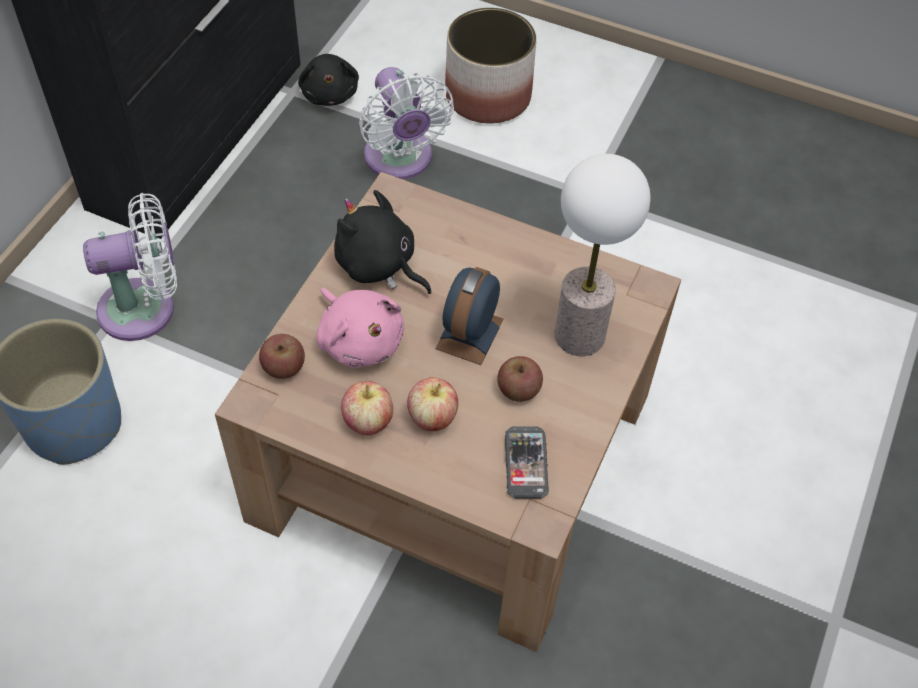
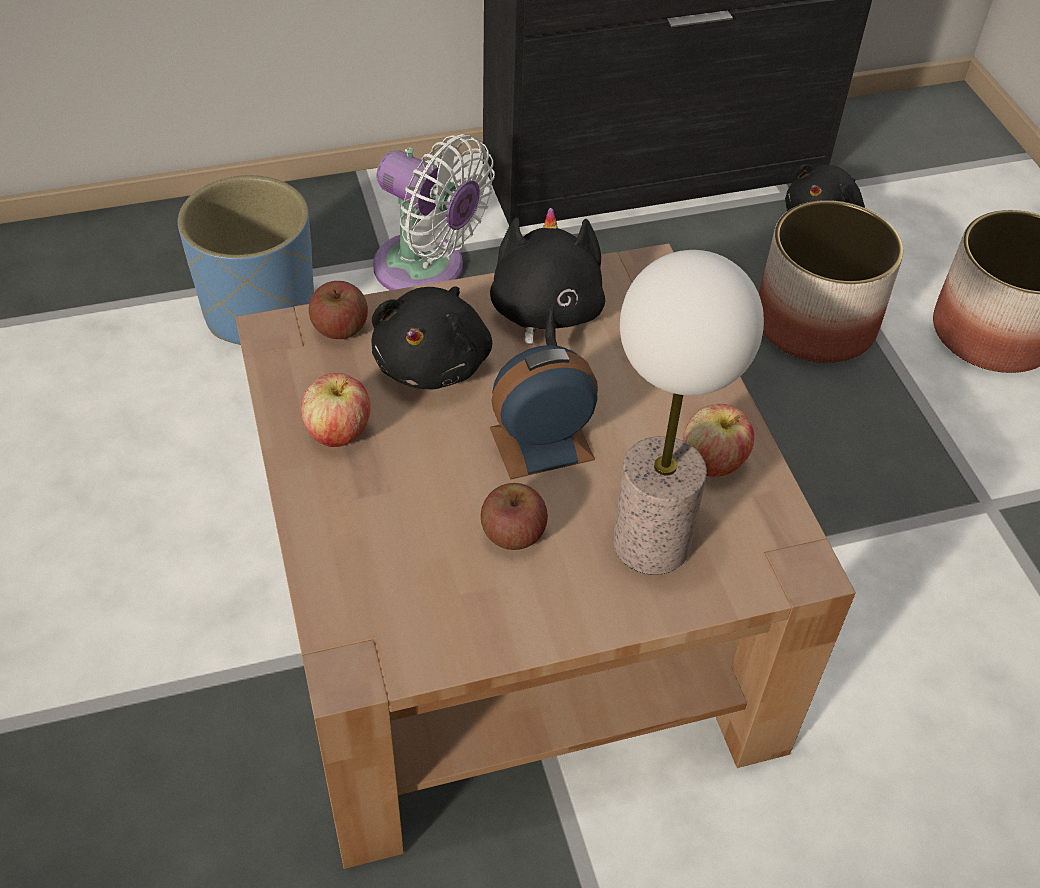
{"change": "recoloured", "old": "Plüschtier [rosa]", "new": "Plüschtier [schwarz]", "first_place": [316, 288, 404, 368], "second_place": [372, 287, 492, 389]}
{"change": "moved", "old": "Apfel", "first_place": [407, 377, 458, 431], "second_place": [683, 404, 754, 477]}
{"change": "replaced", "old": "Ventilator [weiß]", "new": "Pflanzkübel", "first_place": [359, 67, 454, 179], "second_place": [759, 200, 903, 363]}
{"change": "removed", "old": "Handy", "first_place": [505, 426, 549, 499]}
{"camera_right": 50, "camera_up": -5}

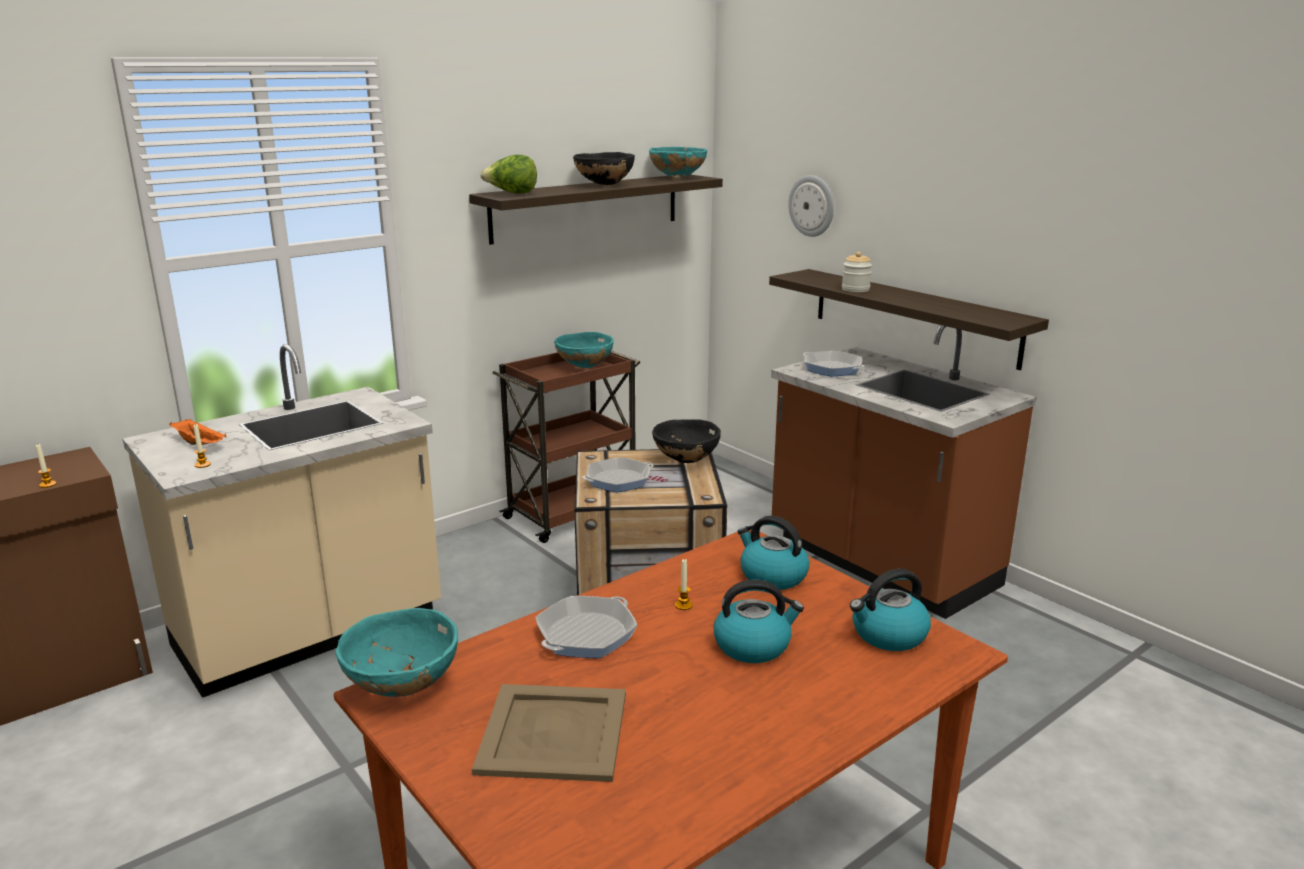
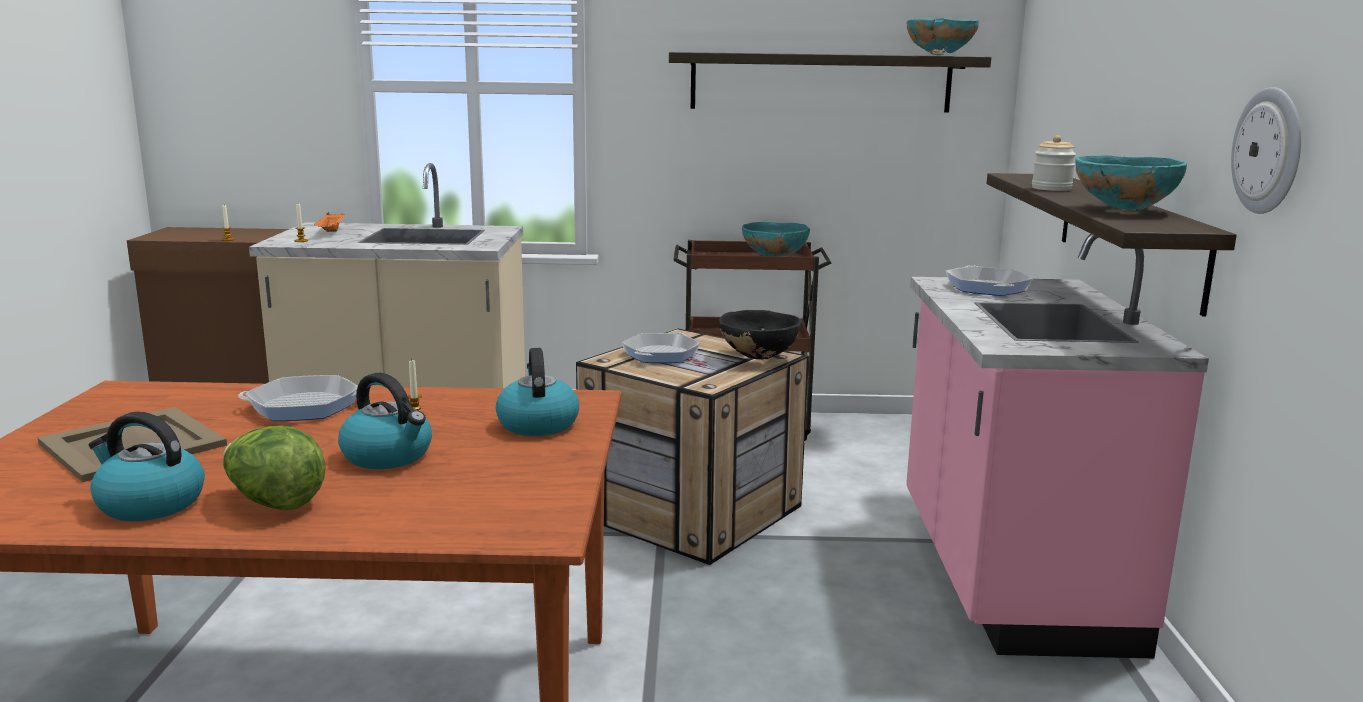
{"change": "moved", "old": "Wasserkessel", "first_place": [850, 569, 931, 651], "second_place": [89, 412, 205, 521]}
{"change": "moved", "old": "Salatkopf", "first_place": [480, 155, 537, 194], "second_place": [223, 426, 325, 510]}
{"change": "turned", "old": "Pfanne", "first_place": [583, 457, 654, 492], "second_place": [622, 333, 700, 363], "degrees": 105}
{"change": "recoloured", "old": "Küchenzeile [braun]", "new": "Küchenzeile [rosa]", "first_place": [771, 325, 1037, 619], "second_place": [906, 234, 1209, 659]}
{"change": "moved", "old": "Schüssel [türkis]", "first_place": [335, 608, 458, 697], "second_place": [1075, 155, 1187, 211]}
{"change": "moved", "old": "Wanduhr", "first_place": [788, 175, 834, 237], "second_place": [1231, 87, 1301, 214]}
{"change": "removed", "old": "Schüssel [schwarz]", "first_place": [573, 152, 635, 186]}
{"camera_right": 40, "camera_up": -5}

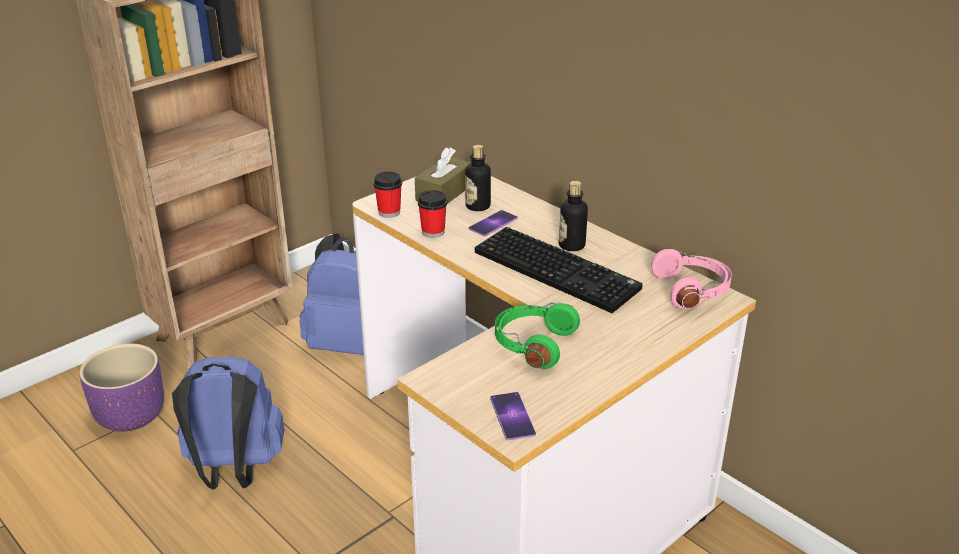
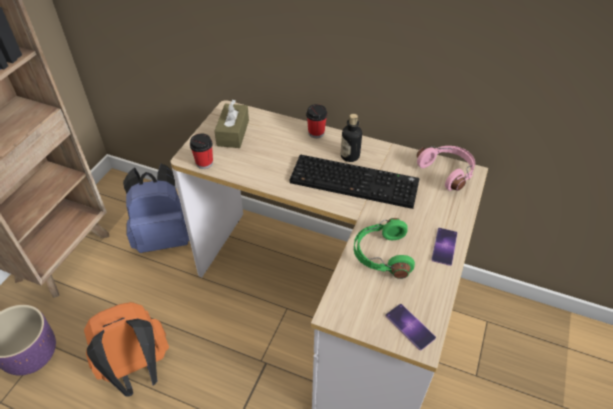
{"change": "recoloured", "old": "Rucksack [blau]", "new": "Rucksack [orange]", "first_place": [172, 357, 284, 490], "second_place": [84, 302, 169, 397]}
{"change": "moved", "old": "Tasse", "first_place": [418, 190, 447, 238], "second_place": [306, 104, 327, 138]}
{"change": "moved", "old": "Handy", "first_place": [468, 210, 517, 236], "second_place": [431, 228, 457, 266]}
{"change": "removed", "old": "Flasche", "first_place": [465, 145, 491, 211]}
{"camera_right": -25, "camera_up": 15}

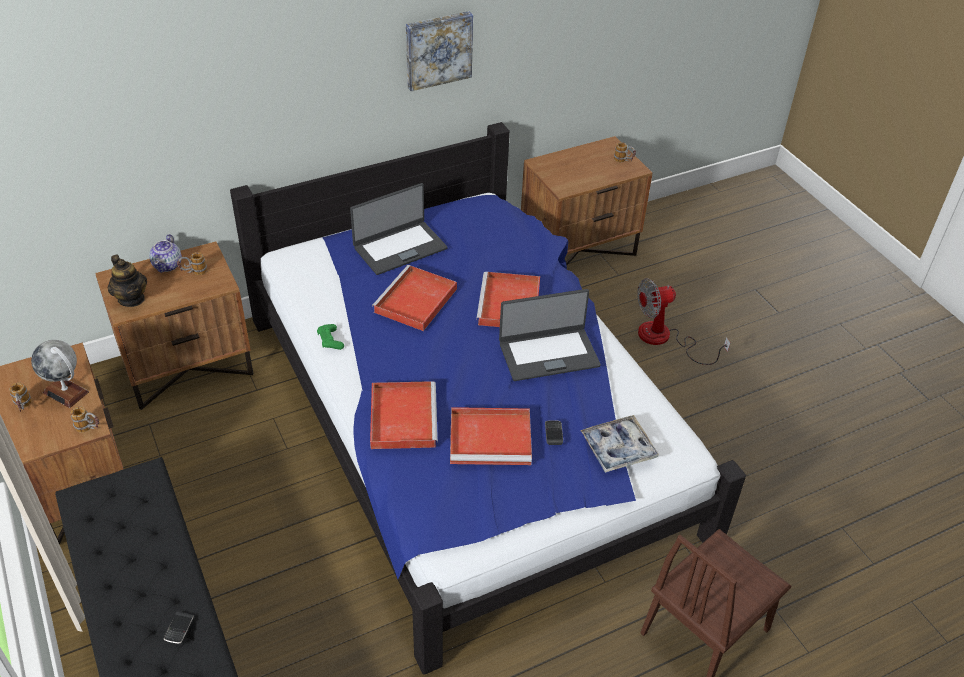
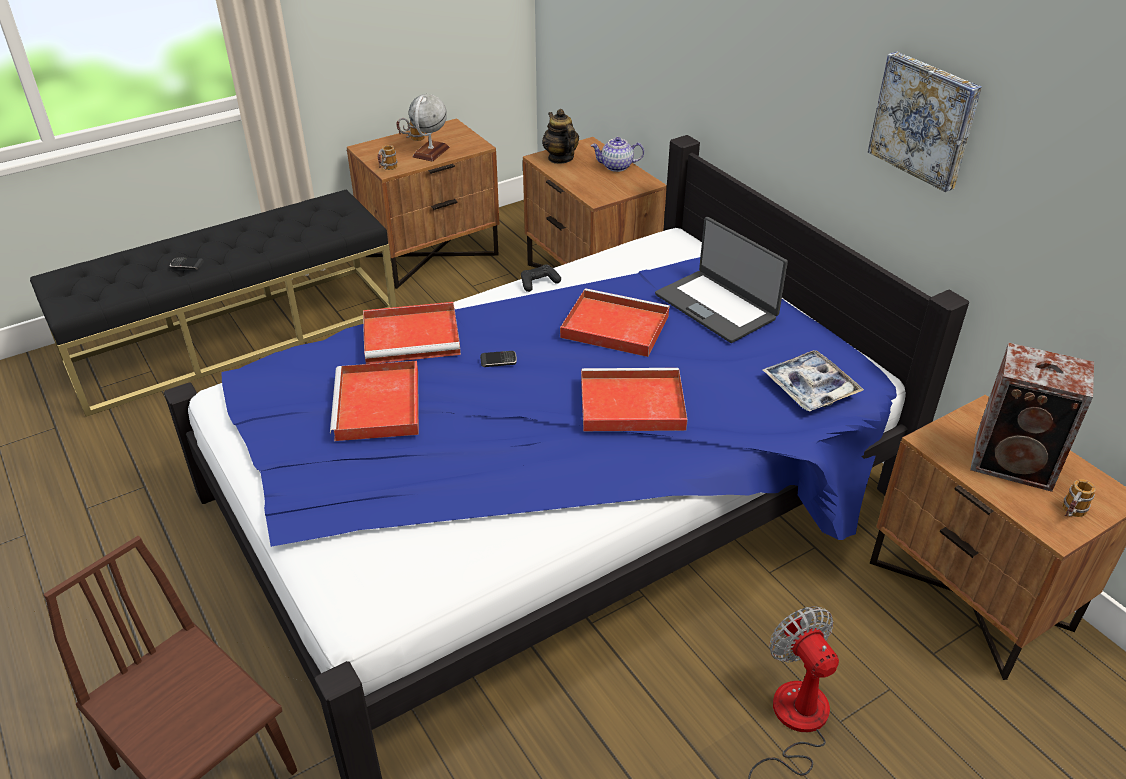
{"change": "moved", "old": "Handy", "first_place": [545, 420, 563, 445], "second_place": [480, 351, 517, 367]}
{"change": "recoloured", "old": "Gamepad [grün]", "new": "Gamepad [schwarz]", "first_place": [317, 324, 344, 350], "second_place": [521, 265, 561, 292]}
{"change": "turned", "old": "Teekanne", "first_place": [108, 255, 147, 307], "second_place": [542, 109, 579, 164], "degrees": 105}
{"change": "moved", "old": "Tablett", "first_place": [580, 415, 659, 473], "second_place": [762, 350, 864, 411]}
{"change": "added", "new": "Lautsprecher", "second_place": [970, 343, 1094, 492]}
{"change": "removed", "old": "Henkelbecher", "first_place": [177, 252, 207, 275]}
{"change": "removed", "old": "Laptop", "first_place": [499, 289, 601, 381]}
{"camera_right": 85, "camera_up": -5}

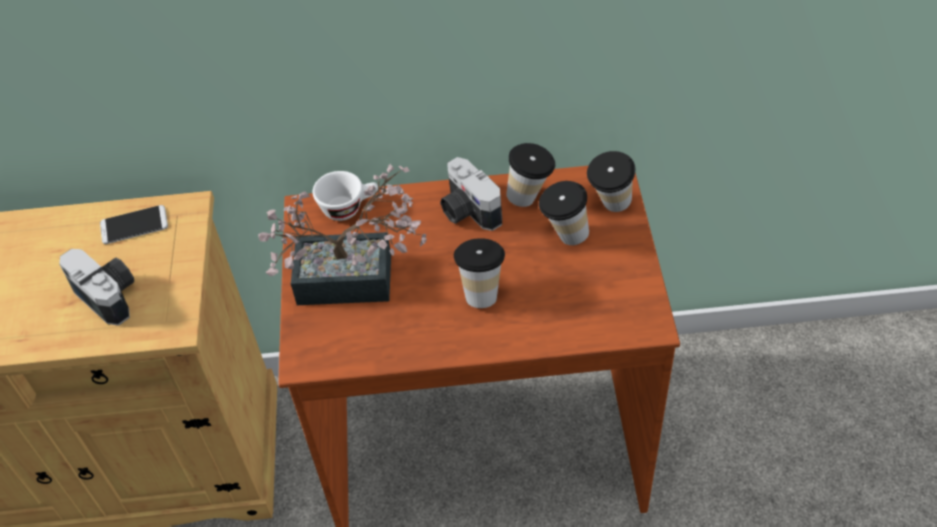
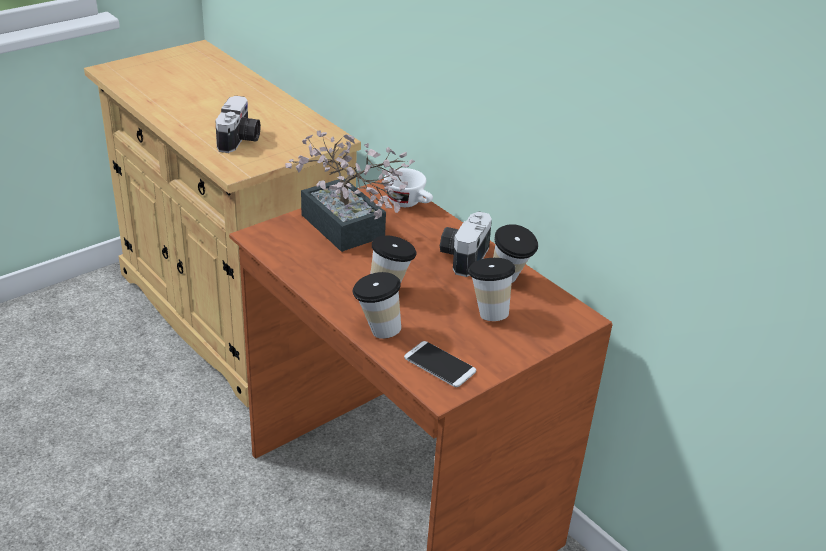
{"change": "moved", "old": "Tasse", "first_place": [587, 151, 635, 212], "second_place": [353, 272, 401, 339]}
{"change": "moved", "old": "Handy", "first_place": [100, 205, 168, 244], "second_place": [404, 341, 476, 387]}
{"camera_right": 50, "camera_up": -15}

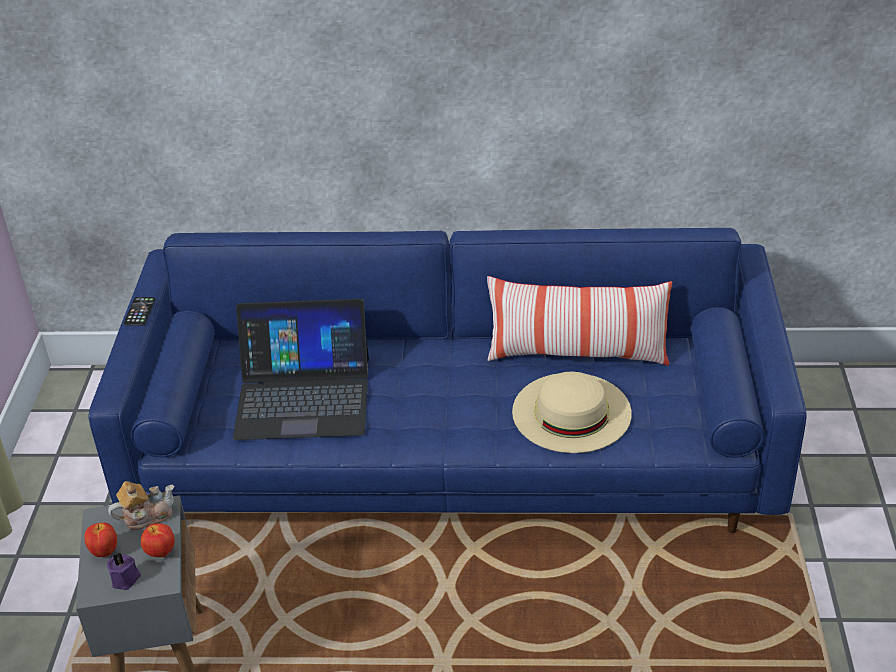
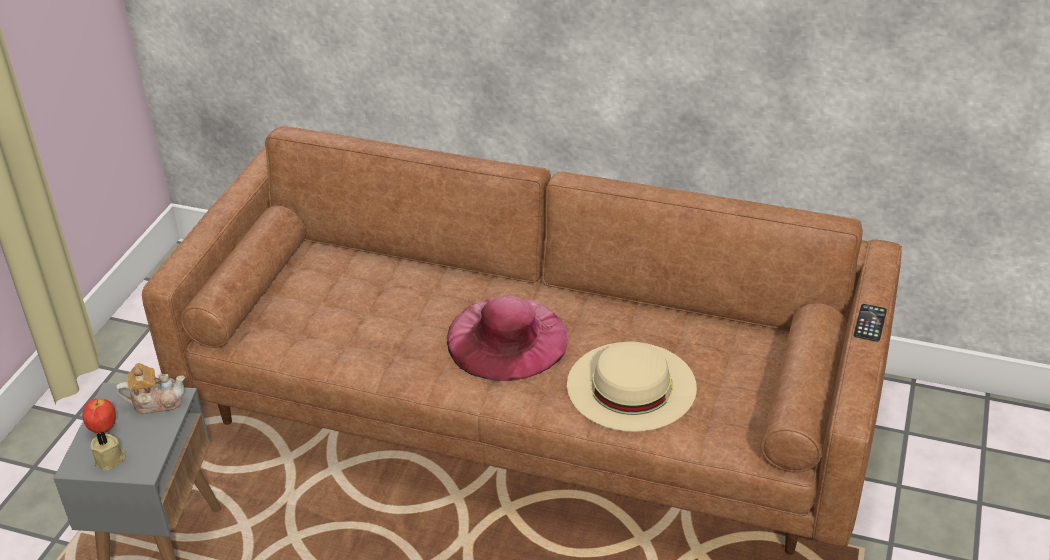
{"change": "recoloured", "old": "Kerze [lila]", "new": "Kerze [beige]", "first_place": [107, 553, 141, 590], "second_place": [90, 432, 126, 471]}
{"change": "recoloured", "old": "Sofa [blau]", "new": "Sofa [braun]", "first_place": [89, 228, 806, 533], "second_place": [142, 126, 902, 555]}
{"change": "added", "new": "Hut [rosa]", "second_place": [447, 296, 568, 381]}
{"change": "moved", "old": "Handy", "first_place": [124, 297, 156, 326], "second_place": [854, 304, 887, 342]}
{"change": "removed", "old": "Apfel", "first_place": [141, 523, 175, 557]}
{"change": "removed", "old": "Laptop", "first_place": [233, 299, 369, 440]}
{"change": "removed", "old": "Kissen", "first_place": [487, 276, 672, 366]}
{"camera_right": 15, "camera_up": 0}

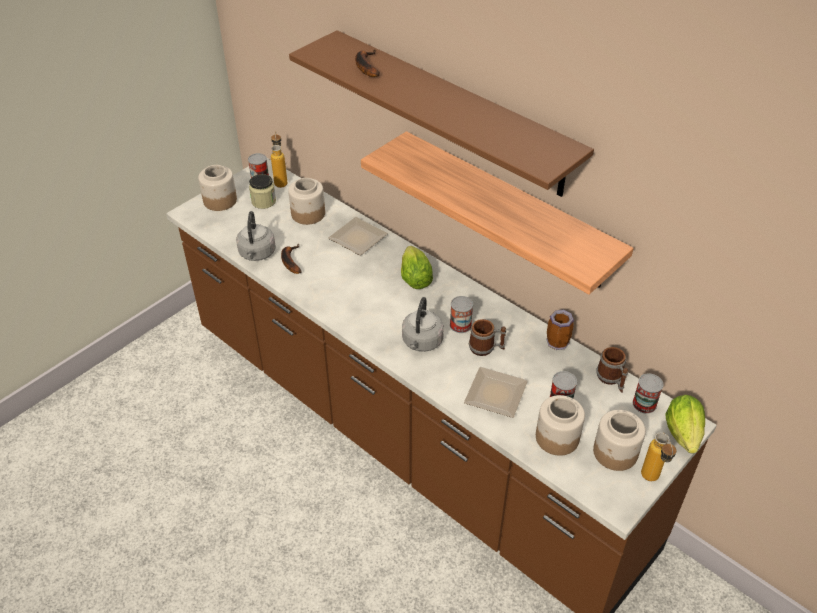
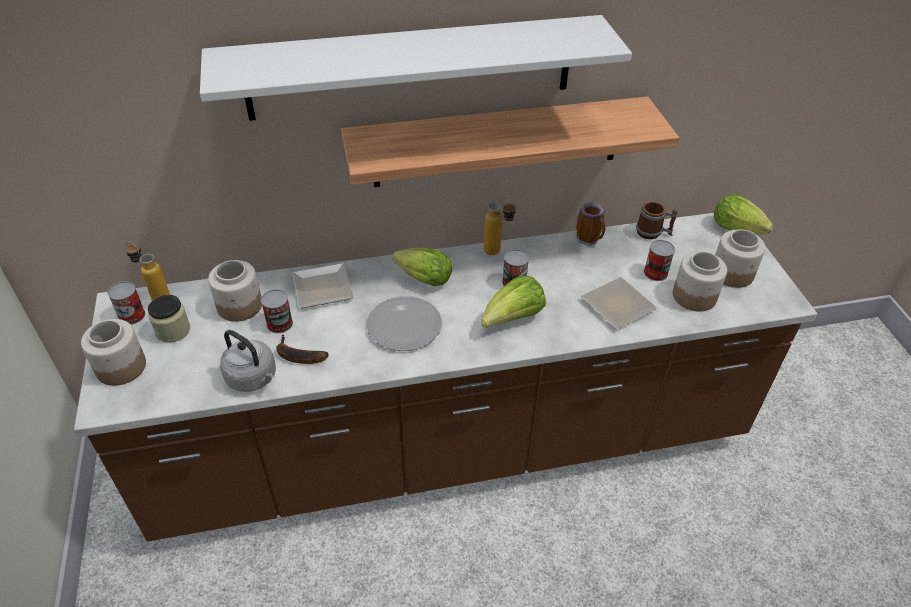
{"change": "recoloured", "old": "Wandregal [braun]", "new": "Wandregal [weiß]", "first_place": [289, 30, 594, 197], "second_place": [200, 15, 632, 121]}
{"change": "moved", "old": "Dose", "first_place": [633, 373, 664, 414], "second_place": [261, 289, 293, 333]}
{"change": "added", "new": "Teller", "second_place": [367, 296, 442, 351]}
{"change": "replaced", "old": "Wasserkessel [grau]", "new": "Salatkopf", "first_place": [402, 297, 444, 352], "second_place": [481, 276, 546, 328]}
{"change": "moved", "old": "Flasche", "first_place": [641, 432, 677, 481], "second_place": [484, 201, 516, 255]}
{"change": "removed", "old": "Banane", "first_place": [355, 49, 380, 77]}
{"change": "removed", "old": "Henkelbecher", "first_place": [469, 319, 506, 356]}
{"camera_right": -55, "camera_up": 0}

